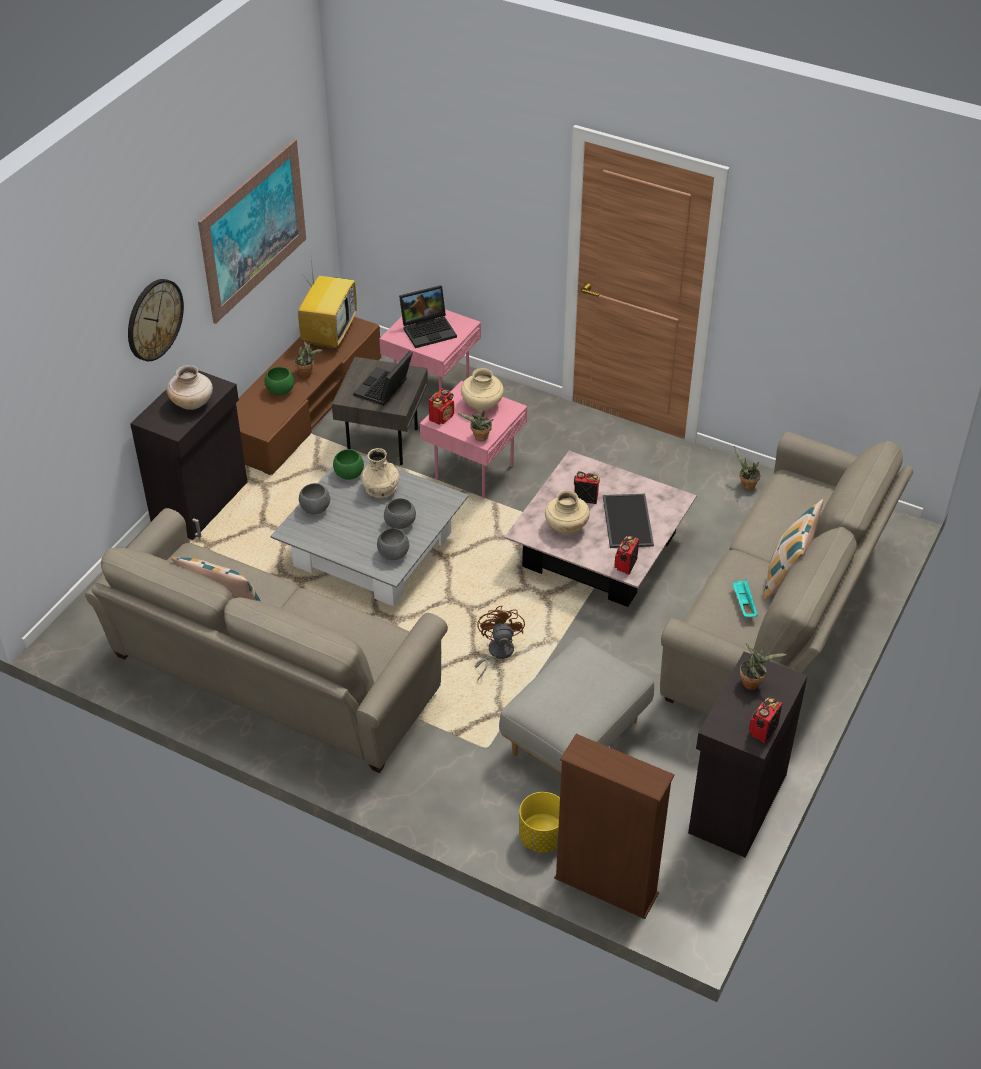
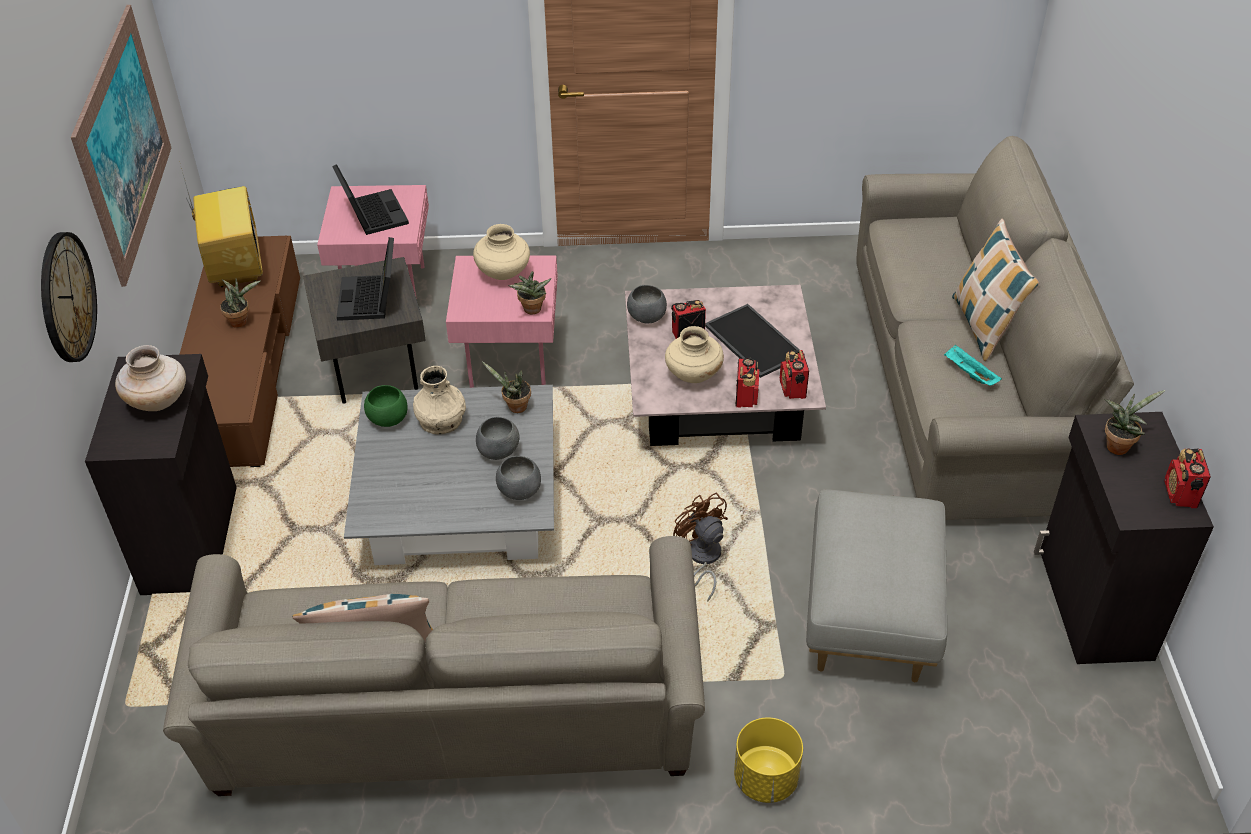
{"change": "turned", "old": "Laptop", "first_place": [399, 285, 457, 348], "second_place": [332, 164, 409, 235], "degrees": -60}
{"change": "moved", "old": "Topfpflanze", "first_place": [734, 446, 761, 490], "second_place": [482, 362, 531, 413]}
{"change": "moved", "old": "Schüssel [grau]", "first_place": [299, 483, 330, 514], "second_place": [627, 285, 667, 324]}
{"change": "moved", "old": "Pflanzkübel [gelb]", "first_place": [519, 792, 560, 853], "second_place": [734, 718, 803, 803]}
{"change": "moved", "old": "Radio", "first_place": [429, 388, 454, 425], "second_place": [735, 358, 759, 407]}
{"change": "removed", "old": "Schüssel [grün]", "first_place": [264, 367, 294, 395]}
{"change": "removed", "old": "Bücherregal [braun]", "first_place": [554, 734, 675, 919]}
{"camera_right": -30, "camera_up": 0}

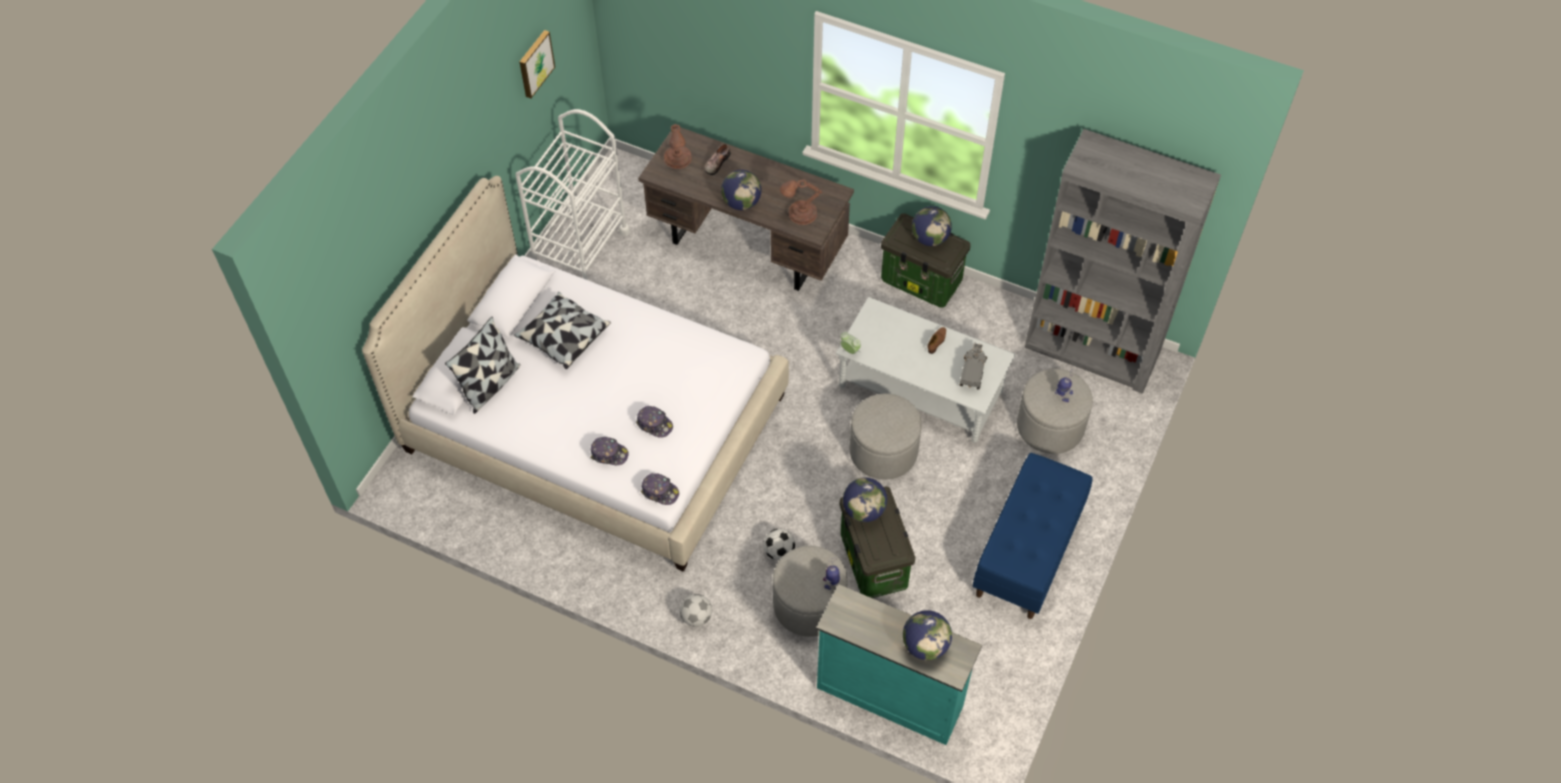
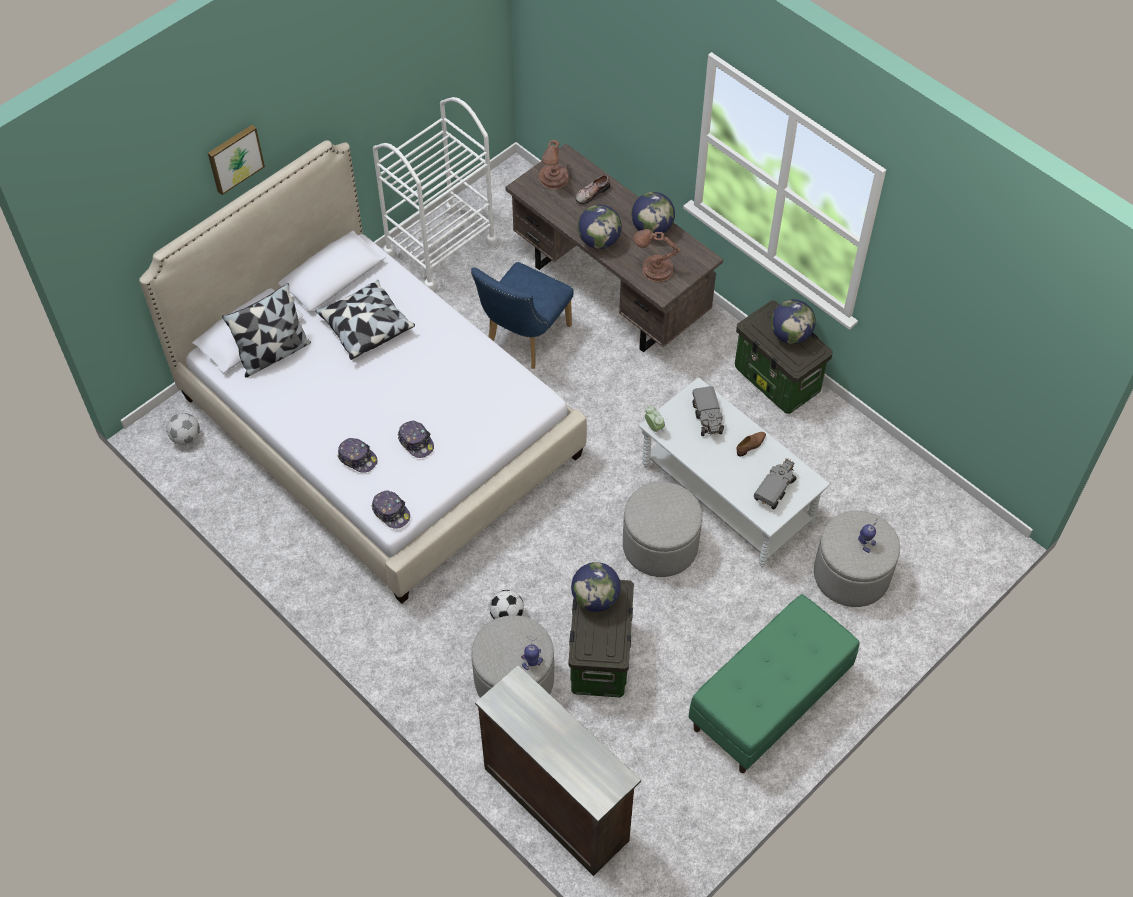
{"change": "moved", "old": "Fußball", "first_place": [680, 594, 712, 627], "second_place": [166, 413, 200, 445]}
{"change": "moved", "old": "Bild", "first_place": [519, 30, 555, 98], "second_place": [208, 125, 265, 195]}
{"change": "added", "new": "Stuhl [blau]", "second_place": [471, 262, 574, 369]}
{"change": "recoloured", "old": "Kommode [türkis]", "new": "Kommode [braun]", "first_place": [817, 584, 982, 745], "second_place": [475, 665, 641, 876]}
{"change": "moved", "old": "Globus", "first_place": [903, 610, 952, 660], "second_place": [631, 192, 675, 236]}
{"change": "recoloured", "old": "Bank [blau]", "new": "Bank [grün]", "first_place": [973, 453, 1093, 619], "second_place": [689, 594, 860, 773]}
{"change": "added", "new": "Spielzeuglaster", "second_place": [692, 386, 724, 436]}
{"change": "removed", "old": "Bücherregal [grau]", "first_place": [1025, 129, 1221, 394]}
{"camera_right": 20, "camera_up": 0}

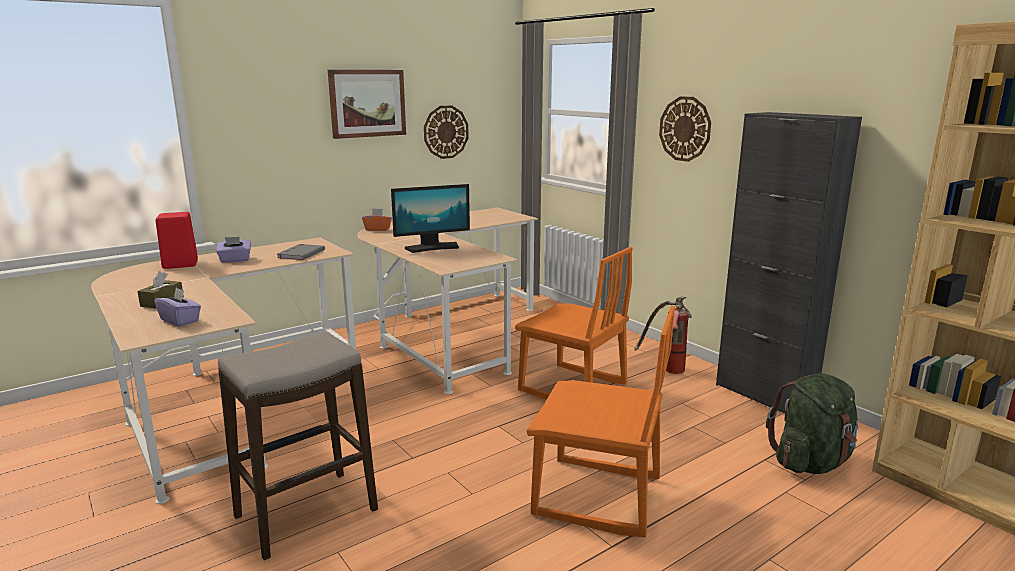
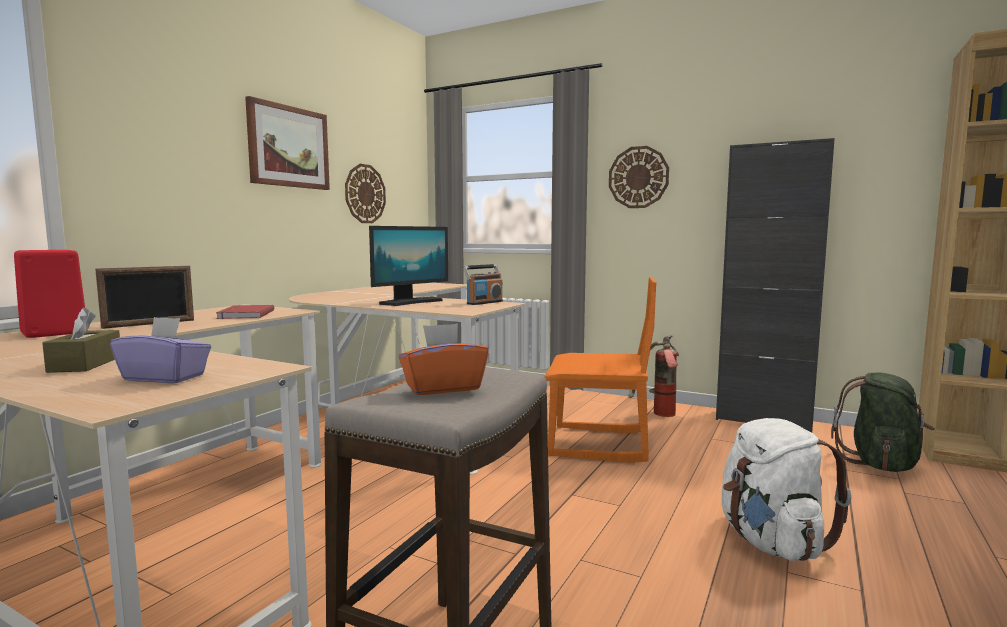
{"change": "replaced", "old": "Taschentuchbox [lila]", "new": "Bilderrahmen", "first_place": [216, 237, 251, 263], "second_place": [95, 266, 194, 329]}
{"change": "recoloured", "old": "Buch [grau]", "new": "Buch [rot]", "first_place": [277, 244, 325, 260], "second_place": [216, 305, 274, 319]}
{"change": "moved", "old": "Taschentuchbox [orange]", "first_place": [362, 208, 392, 231], "second_place": [398, 323, 489, 395]}
{"change": "added", "new": "Radio", "second_place": [463, 264, 503, 305]}
{"change": "replaced", "old": "Stuhl [orange]", "new": "Rucksack [weiß]", "first_place": [527, 305, 675, 537], "second_place": [722, 418, 851, 561]}
{"camera_right": -25, "camera_up": -10}

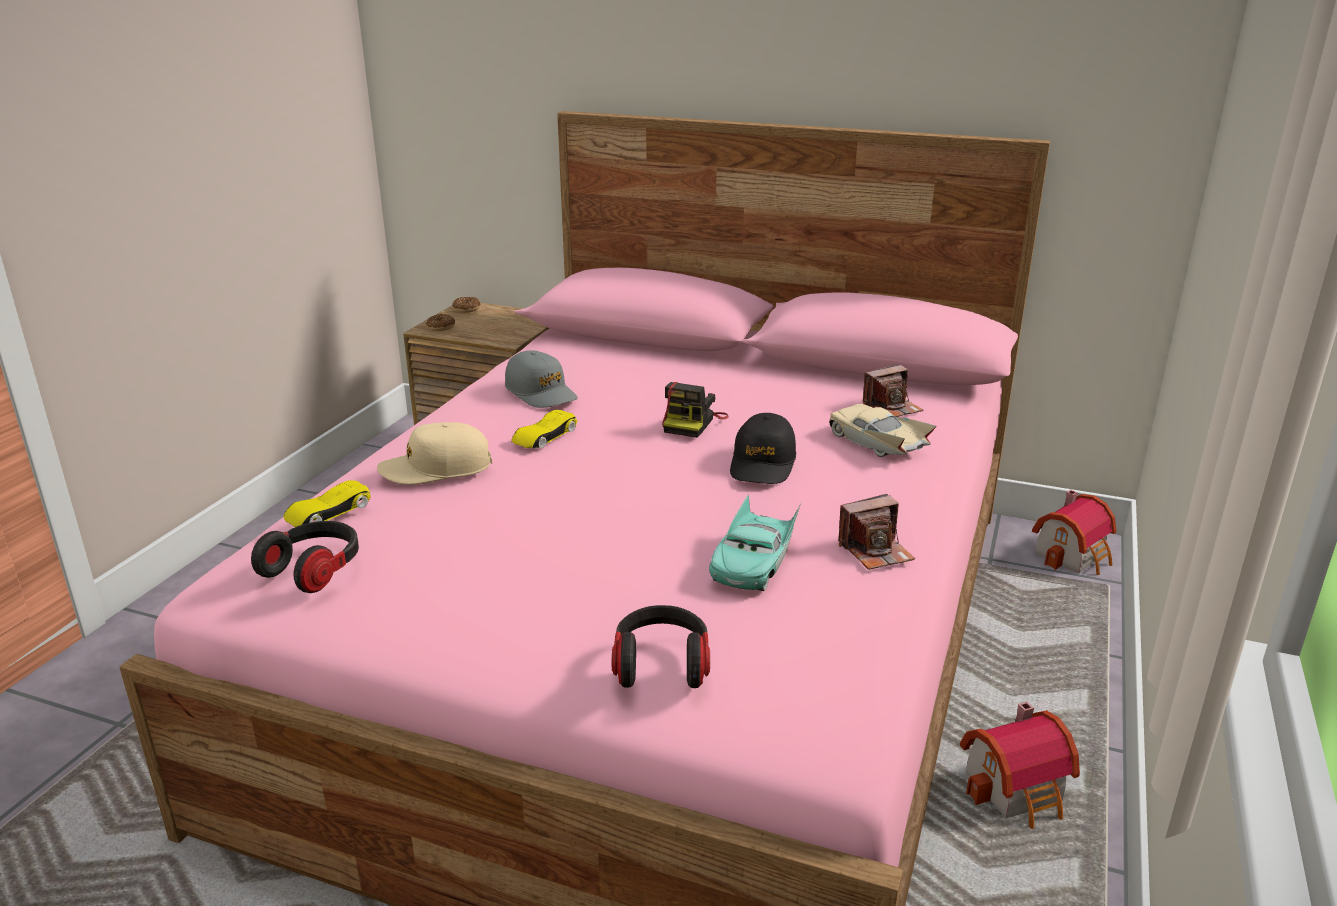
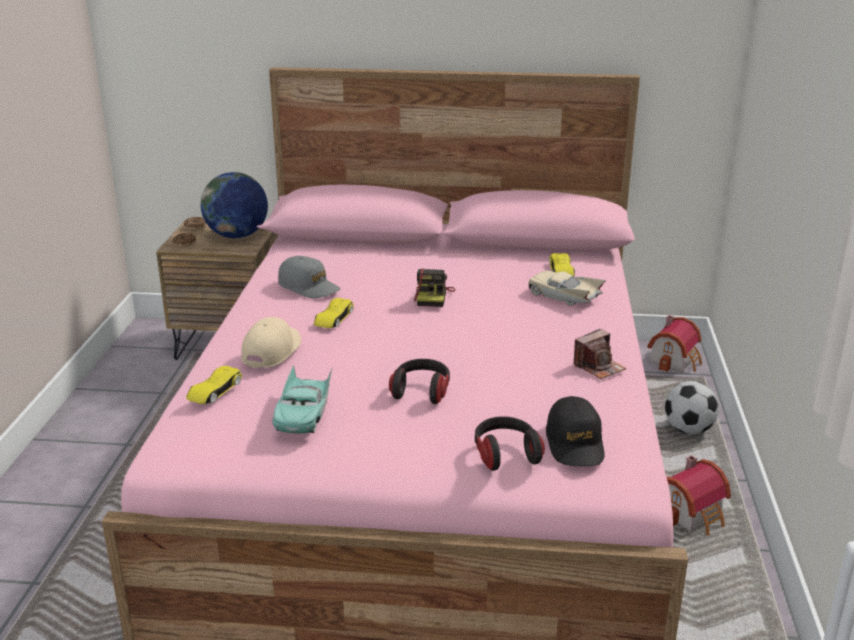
{"change": "added", "new": "Globus", "second_place": [201, 172, 268, 239]}
{"change": "turned", "old": "Kappe [beige]", "first_place": [377, 422, 492, 485], "second_place": [241, 317, 301, 368], "degrees": 135}
{"change": "moved", "old": "Spielzeugauto [türkis]", "first_place": [709, 494, 801, 591], "second_place": [272, 364, 332, 433]}
{"change": "moved", "old": "Kopfhörer", "first_place": [251, 521, 359, 593], "second_place": [389, 359, 450, 404]}
{"change": "moved", "old": "Kappe [schwarz]", "first_place": [730, 413, 796, 484], "second_place": [546, 396, 604, 466]}
{"change": "replaced", "old": "Kamera", "new": "Spielzeugauto [gelb]", "first_place": [863, 364, 923, 417], "second_place": [549, 253, 575, 276]}
{"change": "added", "new": "Fußball", "second_place": [665, 381, 719, 434]}
{"camera_right": -15, "camera_up": 0}

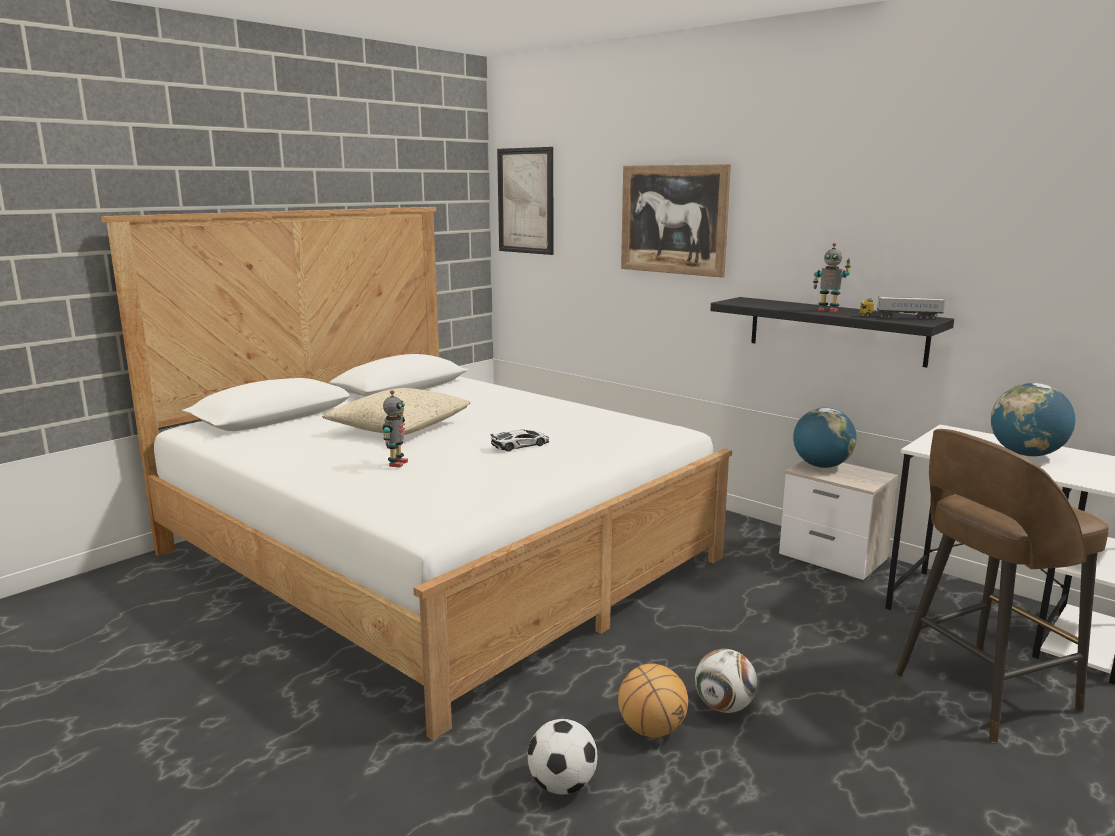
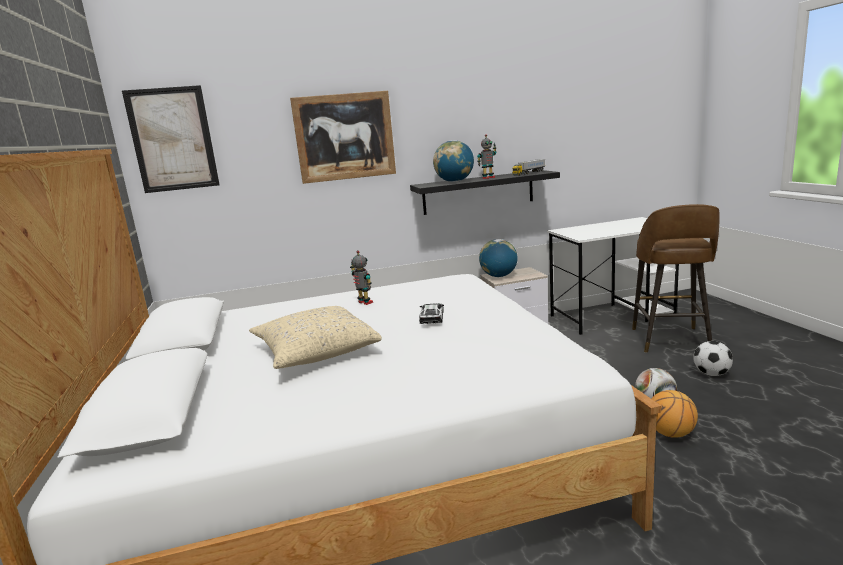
{"change": "moved", "old": "Spielzeugroboter", "first_place": [383, 390, 408, 468], "second_place": [350, 250, 373, 305]}
{"change": "moved", "old": "Globus", "first_place": [991, 383, 1075, 457], "second_place": [433, 140, 474, 182]}
{"change": "moved", "old": "Fußball", "first_place": [528, 719, 597, 794], "second_place": [693, 341, 733, 376]}
{"camera_right": -55, "camera_up": 0}

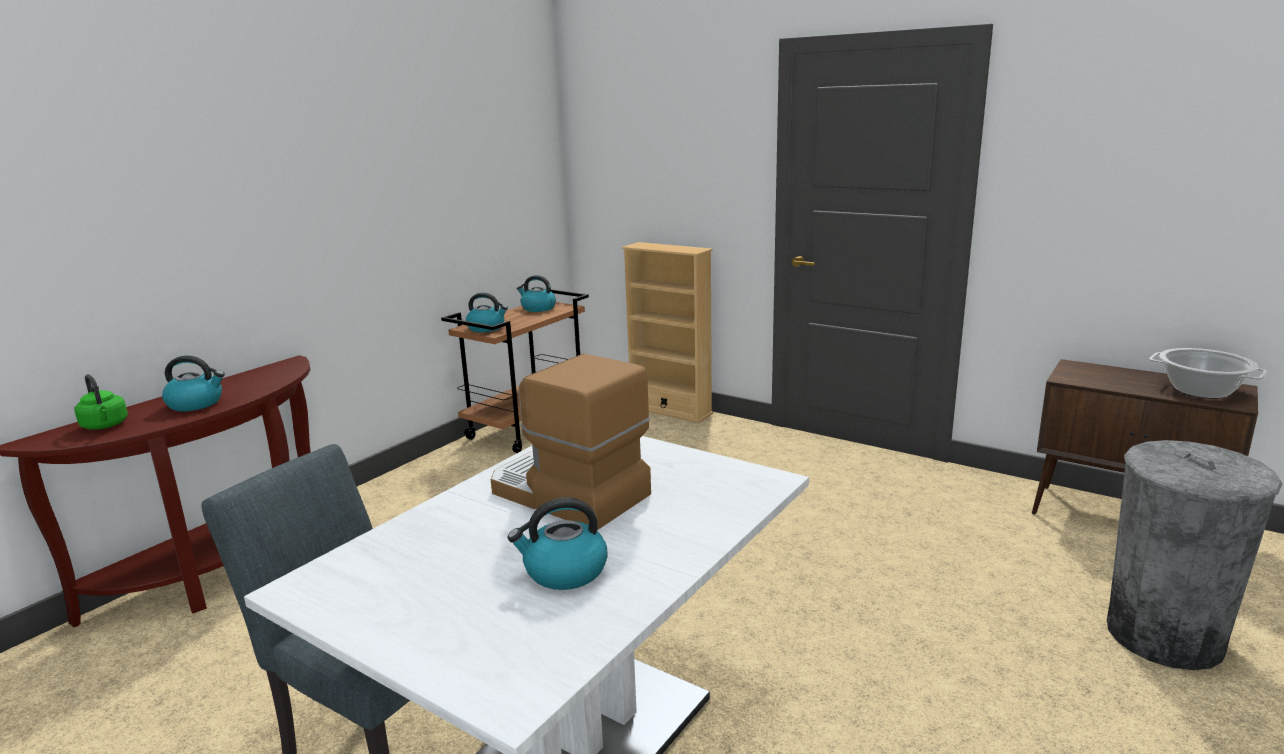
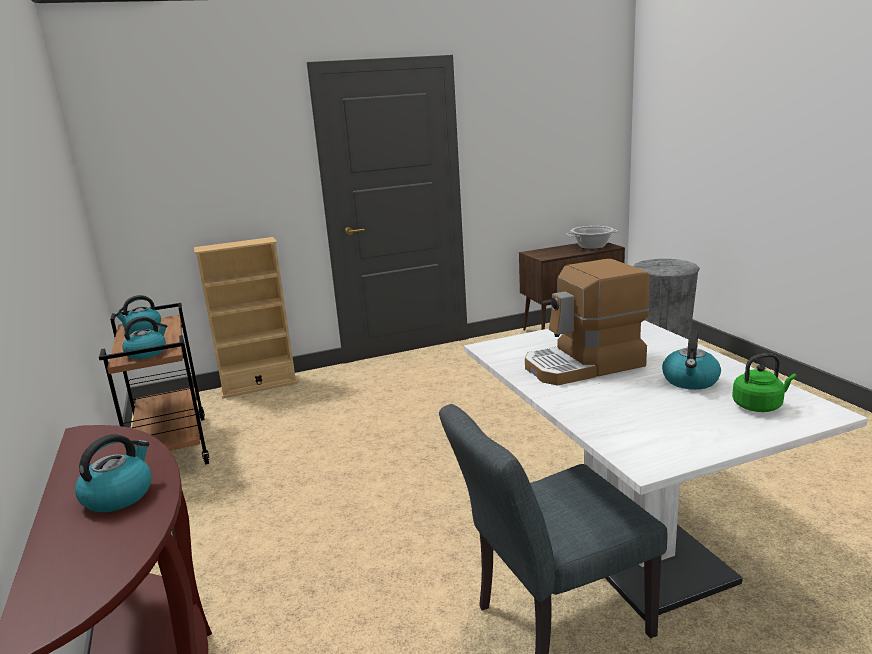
{"change": "moved", "old": "Wasserkessel [grün]", "first_place": [74, 374, 128, 430], "second_place": [732, 353, 797, 412]}
{"camera_right": -55, "camera_up": 0}

